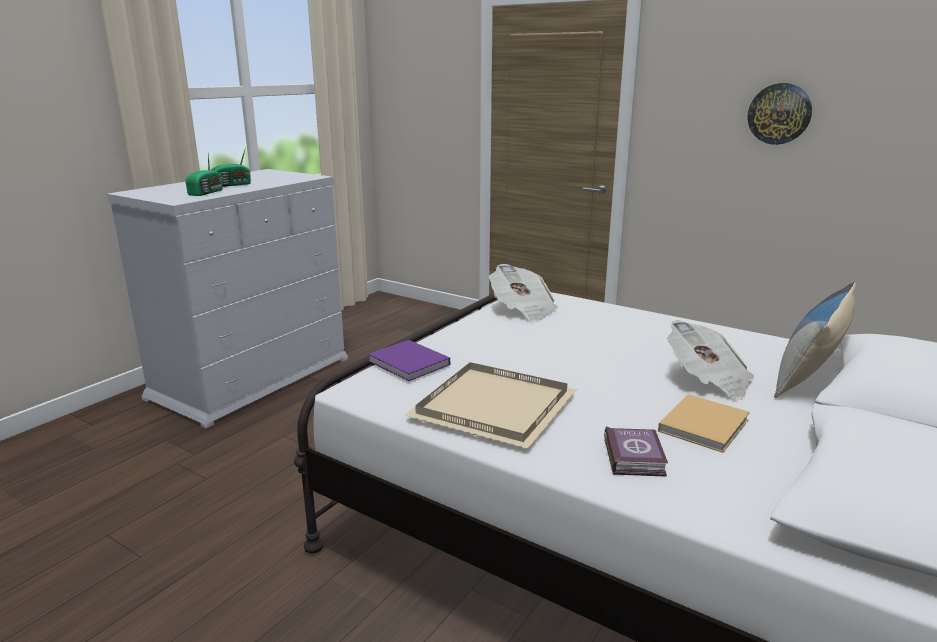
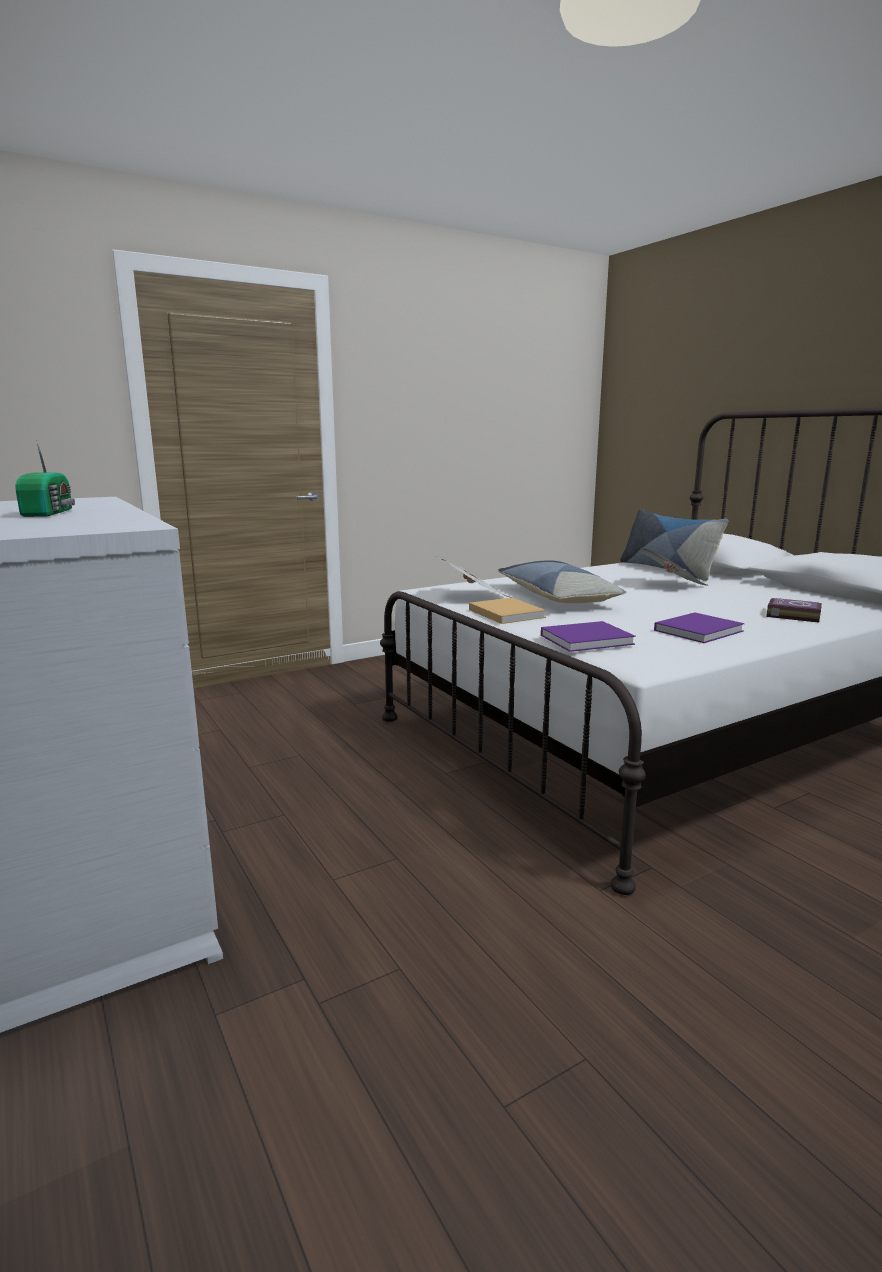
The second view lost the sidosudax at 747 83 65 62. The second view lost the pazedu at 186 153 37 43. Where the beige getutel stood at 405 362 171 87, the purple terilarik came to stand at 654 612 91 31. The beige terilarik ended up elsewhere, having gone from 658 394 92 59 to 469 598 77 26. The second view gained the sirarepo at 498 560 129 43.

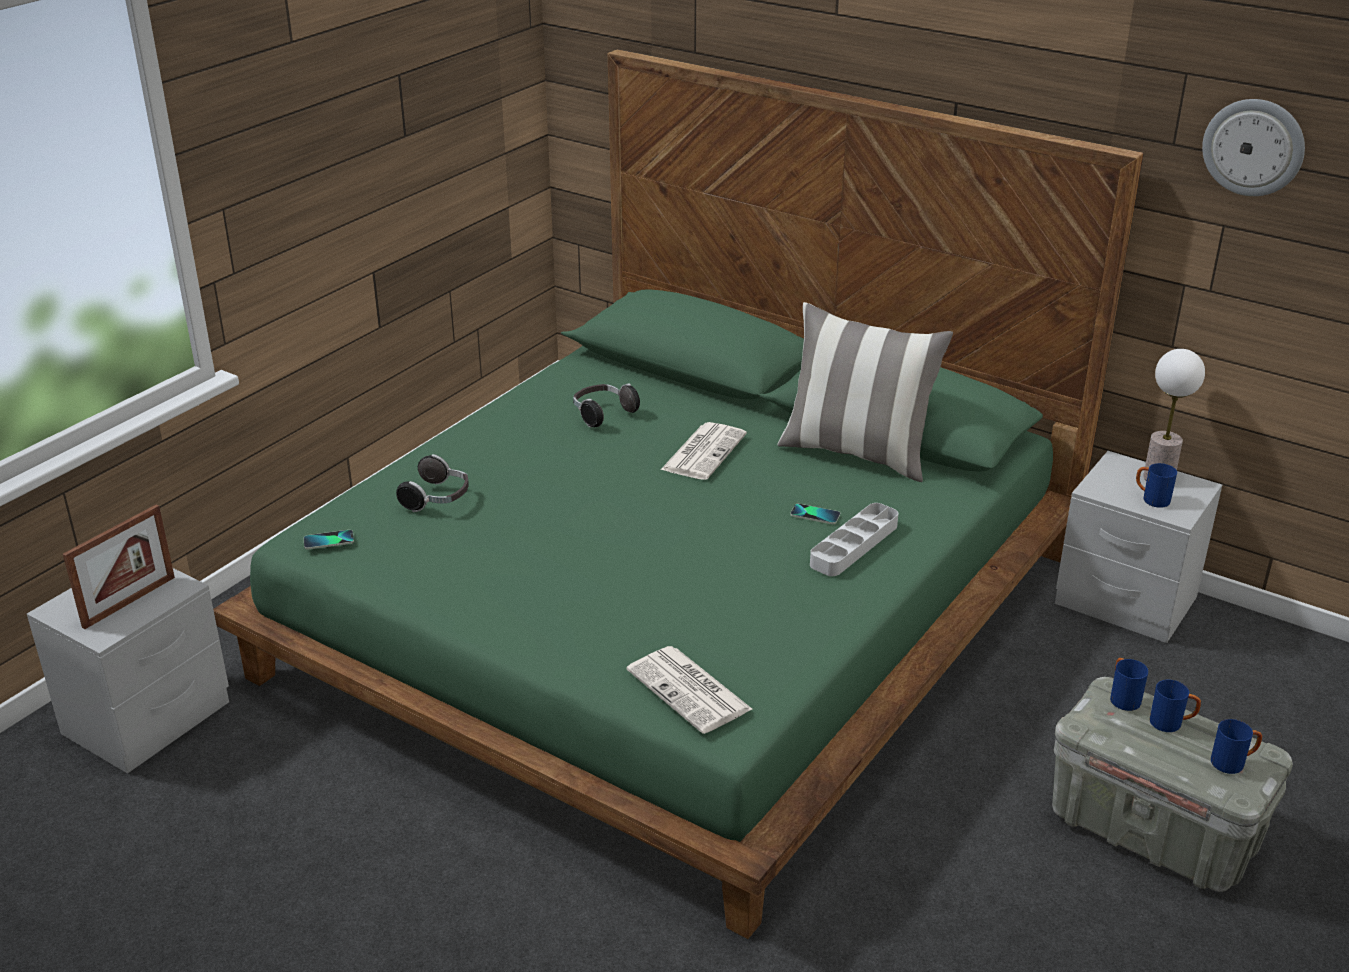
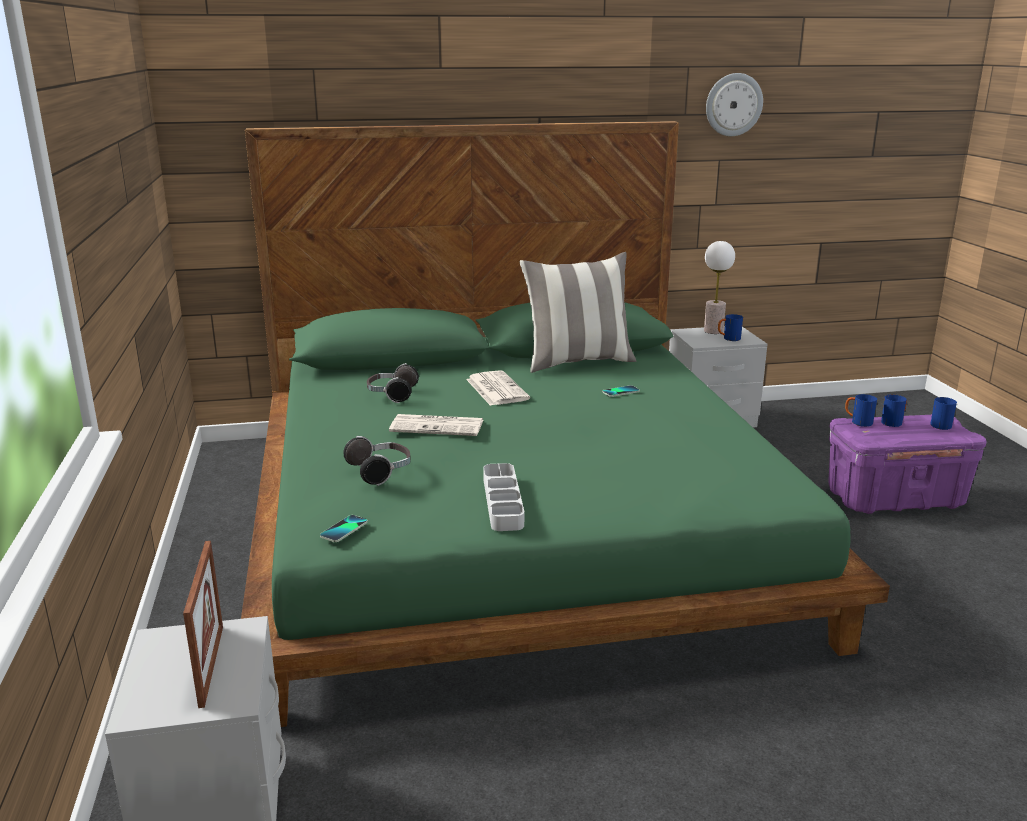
The grey getutel ended up elsewhere, having gone from 810 503 88 73 to 483 463 41 68. The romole ended up elsewhere, having gone from 626 646 126 88 to 389 414 94 22. What was the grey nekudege at 1052 677 241 215 turned into the purple nekudege at 828 415 159 99.

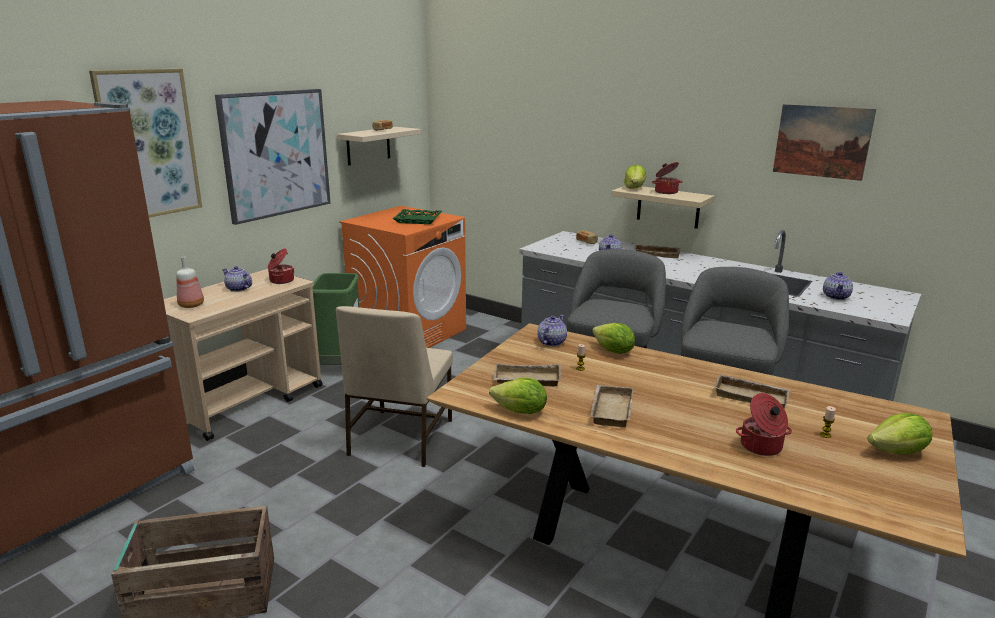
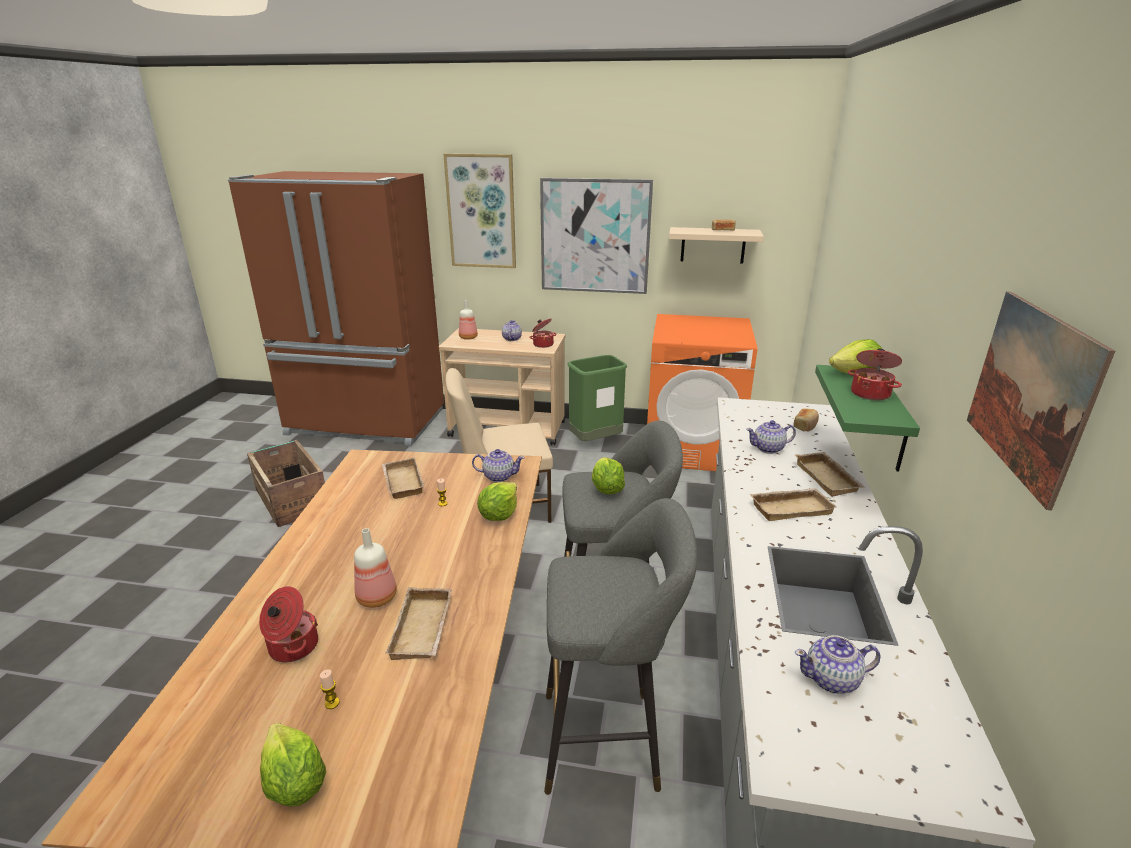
What was the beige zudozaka at 611 186 104 43 turned into the green zudozaka at 815 365 105 107. The second view lost the green getutel at 393 209 49 15. The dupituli ended up elsewhere, having gone from 489 378 58 36 to 592 457 33 38. The beige getutel ended up elsewhere, having gone from 590 385 43 42 to 750 488 87 33. The second view gained the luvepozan at 354 528 43 80.

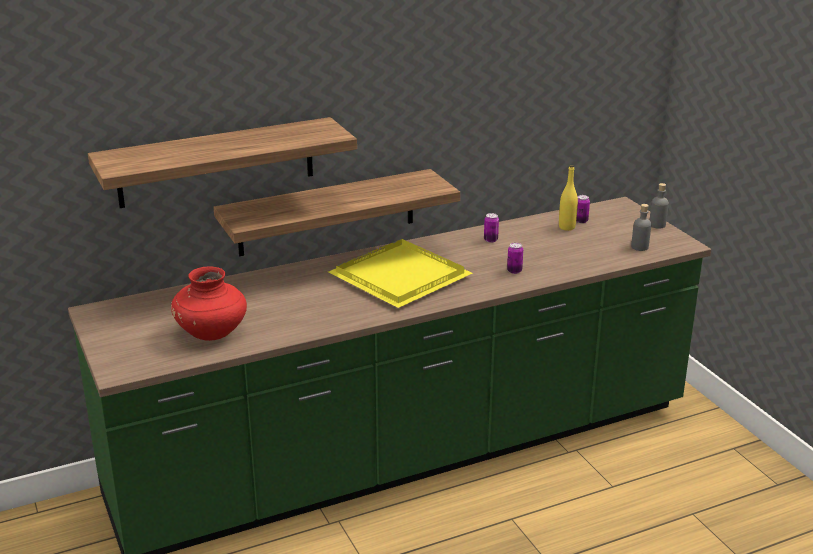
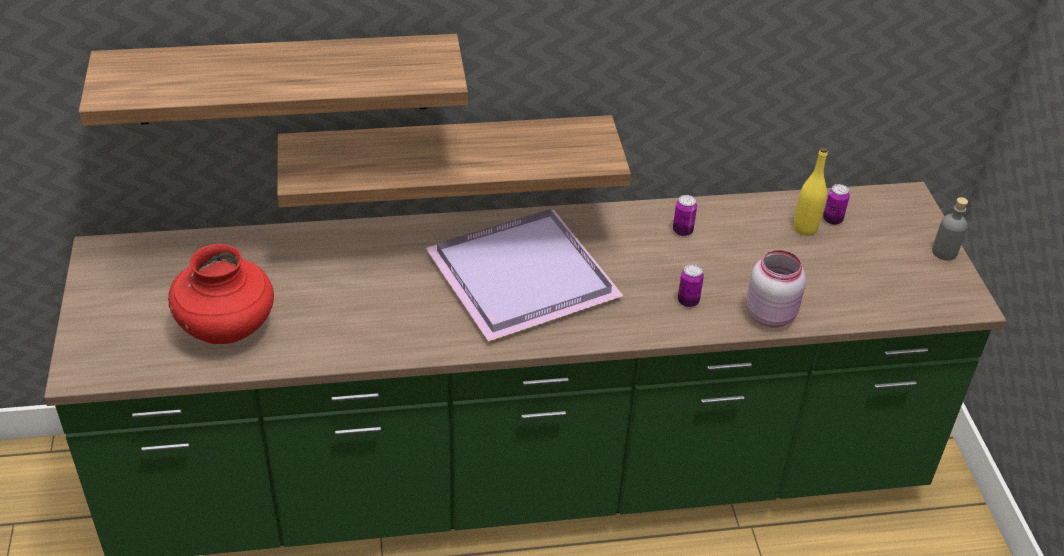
The second view lost the grey luvepozan at 631 204 20 47. What was the yellow getutel at 328 239 145 69 turned into the purple getutel at 426 209 197 132. The second view gained the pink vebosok at 746 250 60 78.

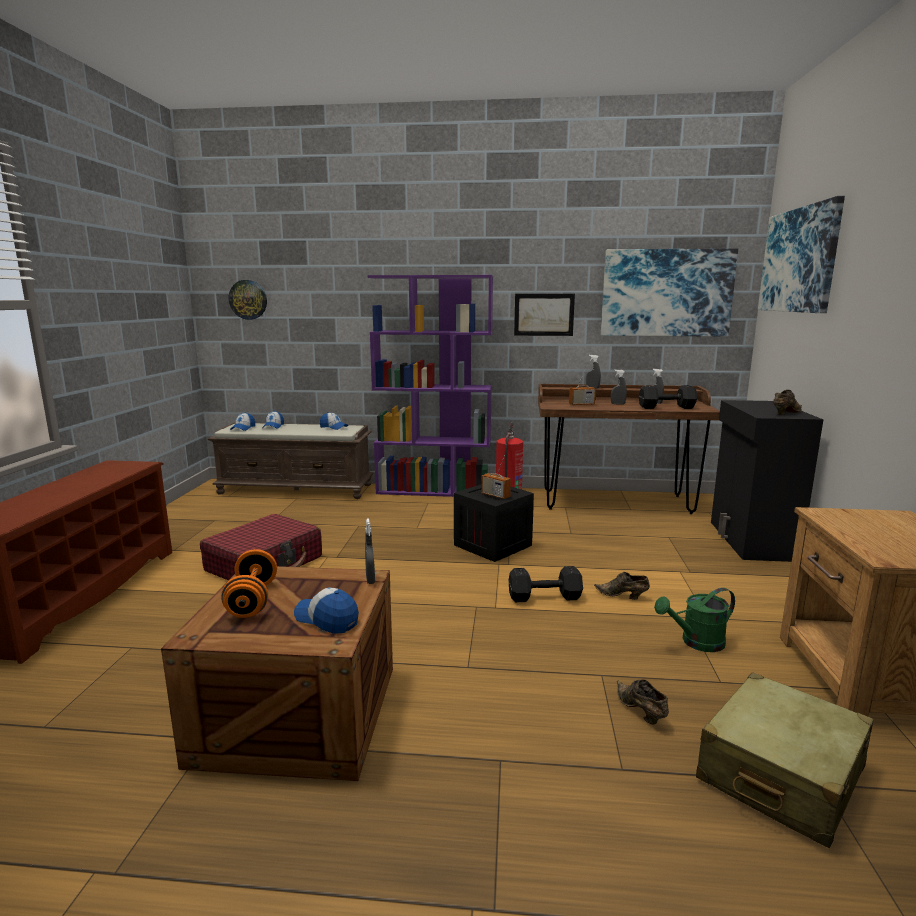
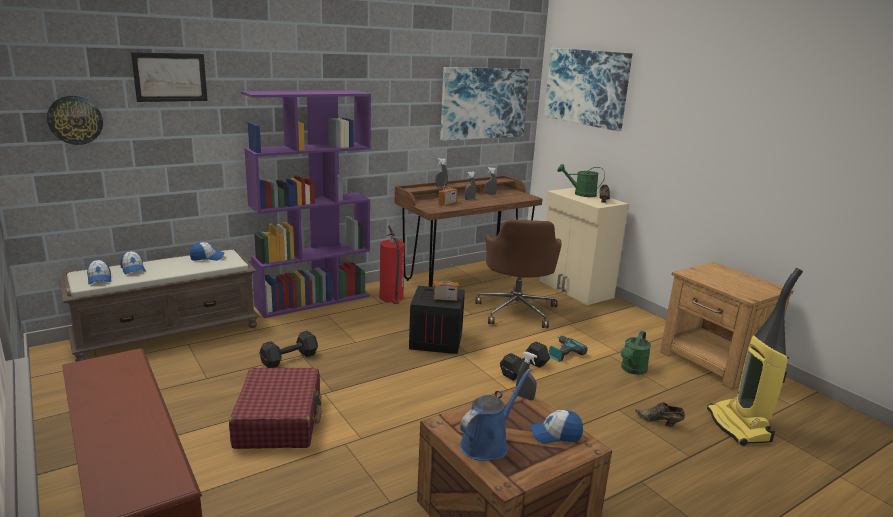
The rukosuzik ended up elsewhere, having gone from 514 294 61 42 to 131 52 77 50. The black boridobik ended up elsewhere, having gone from 639 385 58 24 to 259 331 59 37. What was the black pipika at 711 400 112 162 turned into the beige pipika at 539 188 90 117. Where the orange boridobik stood at 221 549 56 69, the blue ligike came to stand at 460 369 71 92. Where the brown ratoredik stood at 594 572 56 28, the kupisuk came to stand at 549 336 39 26. Where the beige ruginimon stood at 696 672 177 176, the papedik came to stand at 707 268 96 178. The second view gained the green ligike at 557 164 48 33. The second view gained the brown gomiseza at 476 219 86 109.

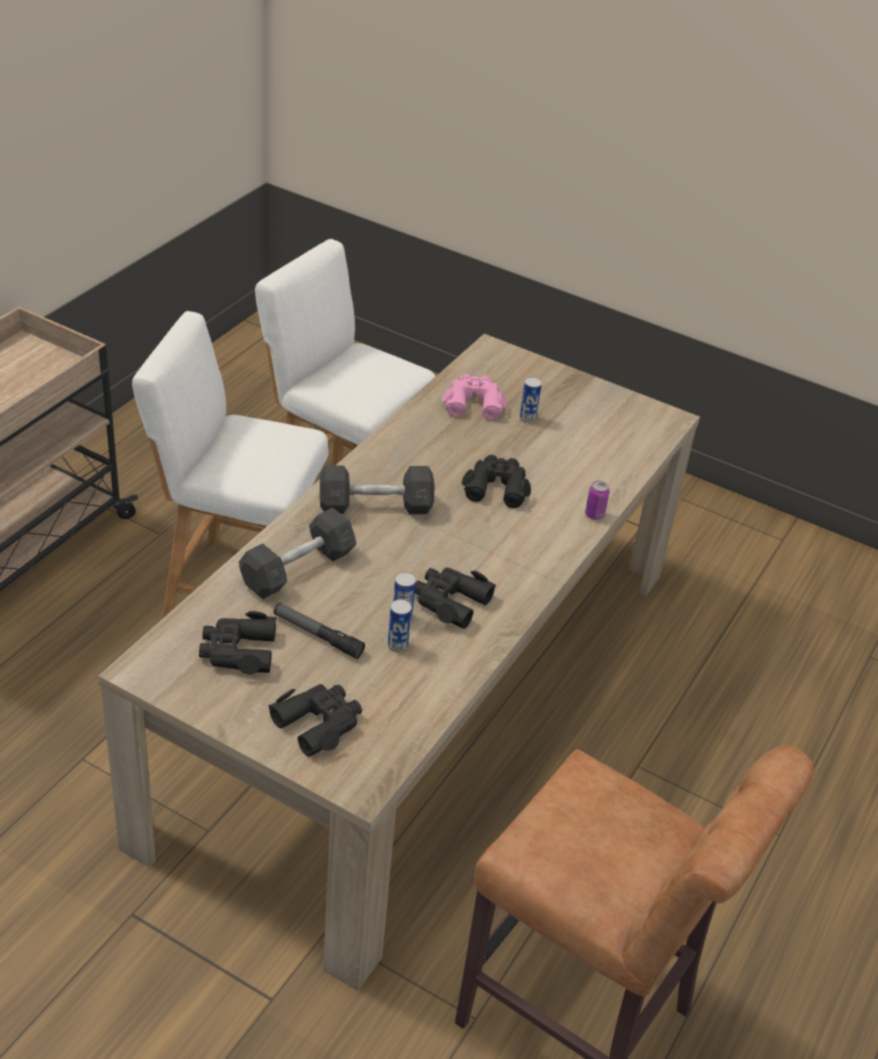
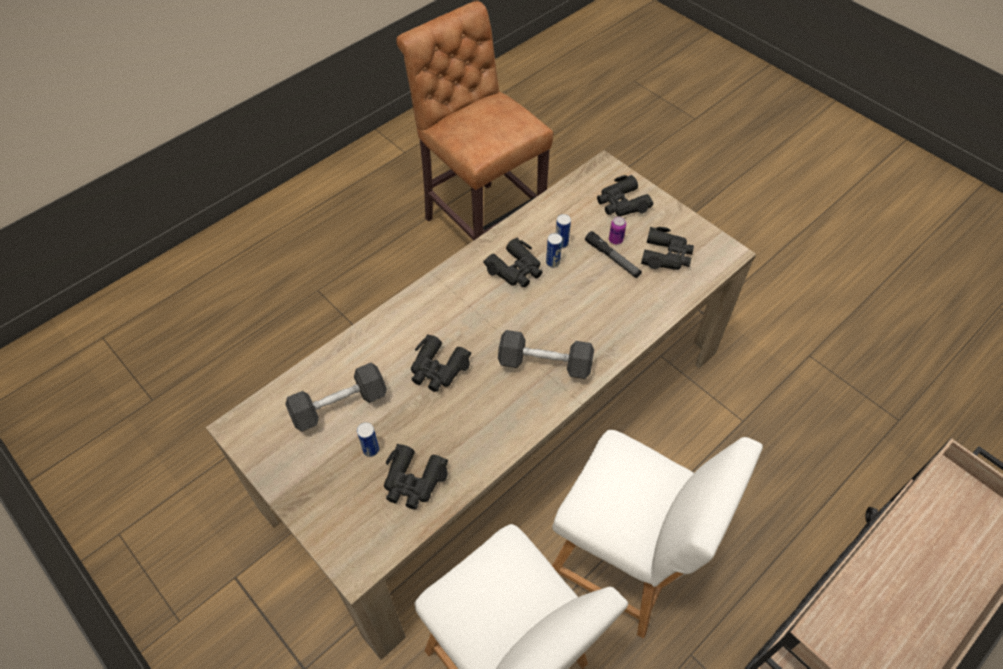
What was the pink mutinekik at 442 374 65 46 turned into the black mutinekik at 384 444 64 65. The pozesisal ended up elsewhere, having gone from 585 481 25 39 to 609 216 17 29. The grey boridobik ended up elsewhere, having gone from 239 507 117 92 to 285 363 102 68.

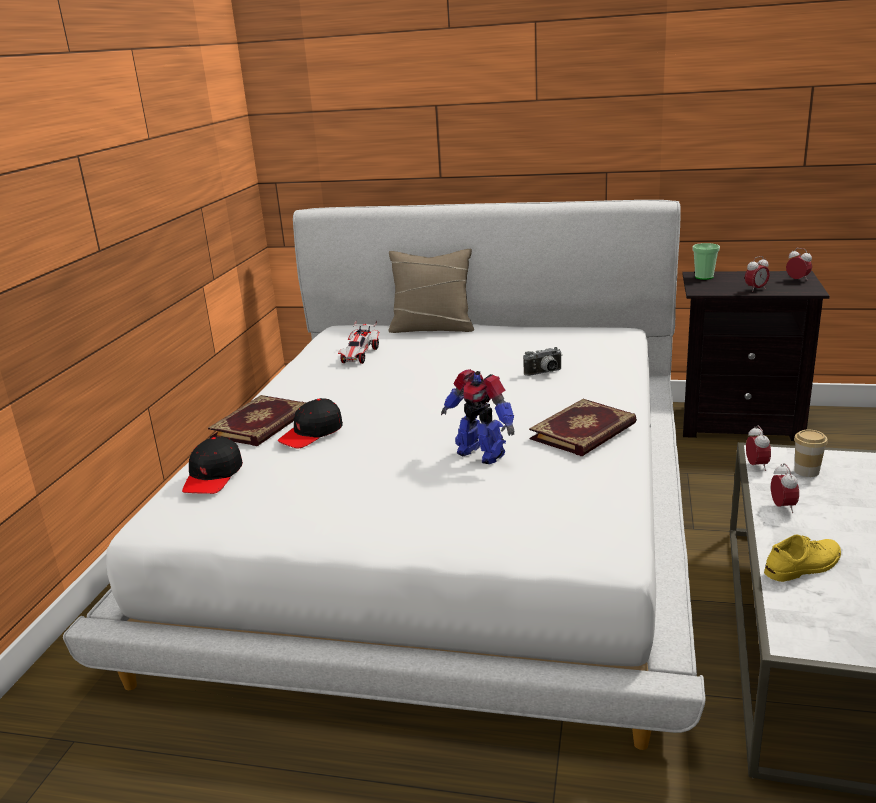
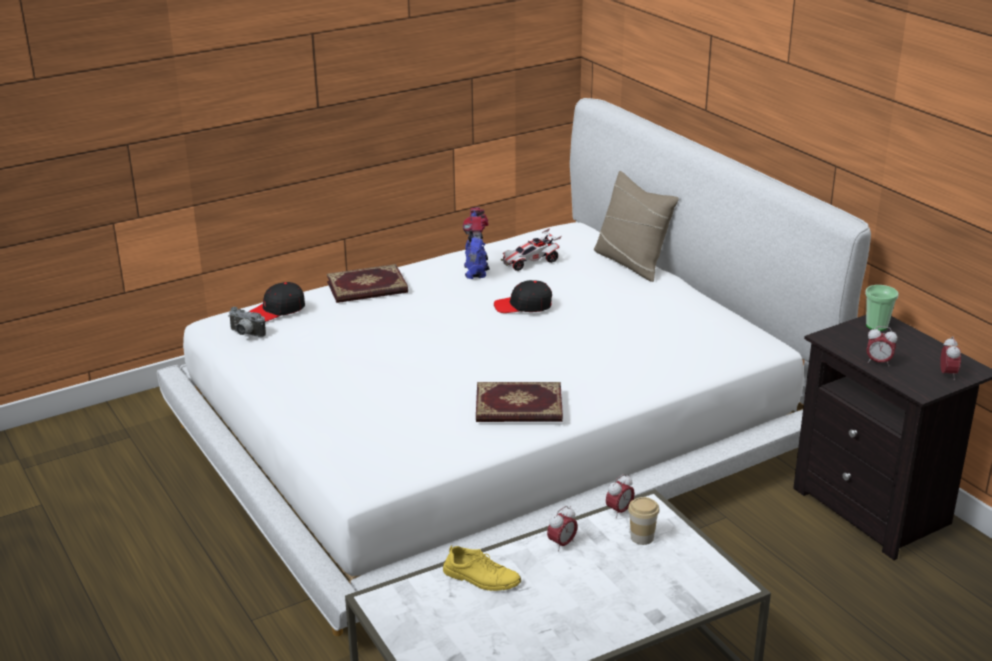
The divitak ended up elsewhere, having gone from 523 347 39 29 to 229 307 37 30. The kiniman ended up elsewhere, having gone from 441 369 73 95 to 462 207 28 72. The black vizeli ended up elsewhere, having gone from 278 398 65 51 to 494 280 58 33.

